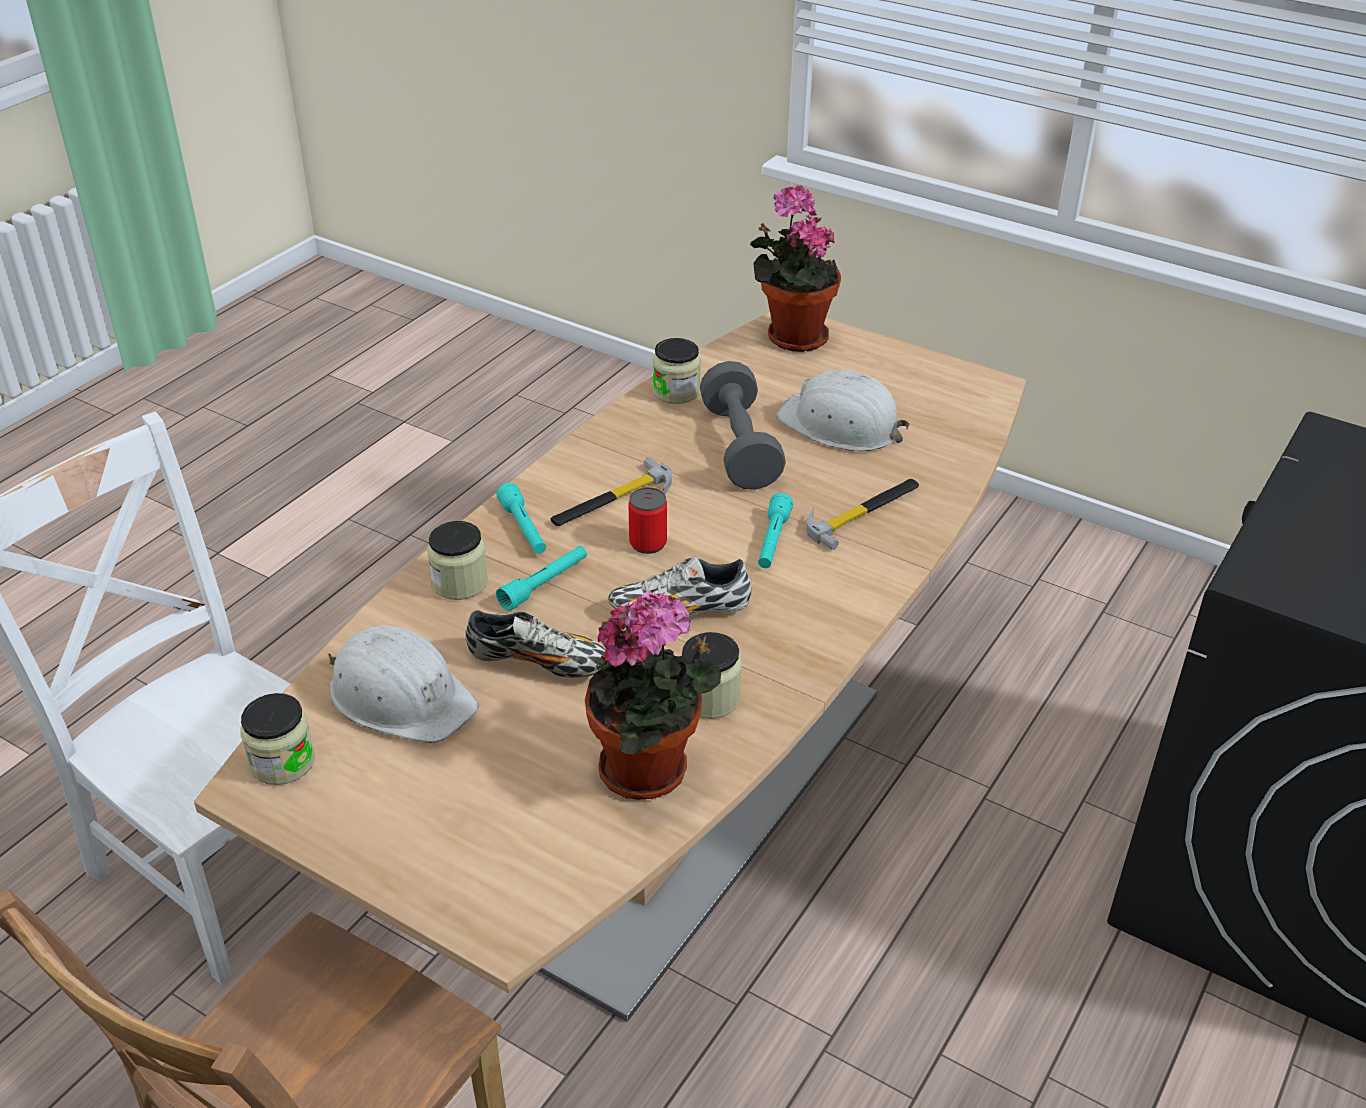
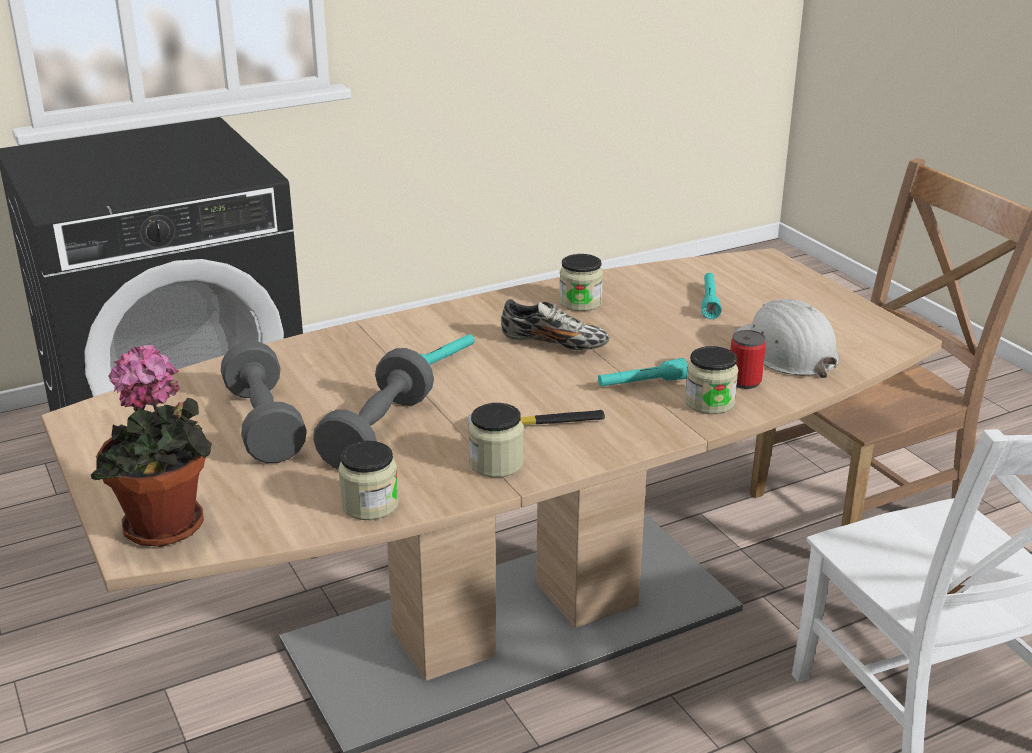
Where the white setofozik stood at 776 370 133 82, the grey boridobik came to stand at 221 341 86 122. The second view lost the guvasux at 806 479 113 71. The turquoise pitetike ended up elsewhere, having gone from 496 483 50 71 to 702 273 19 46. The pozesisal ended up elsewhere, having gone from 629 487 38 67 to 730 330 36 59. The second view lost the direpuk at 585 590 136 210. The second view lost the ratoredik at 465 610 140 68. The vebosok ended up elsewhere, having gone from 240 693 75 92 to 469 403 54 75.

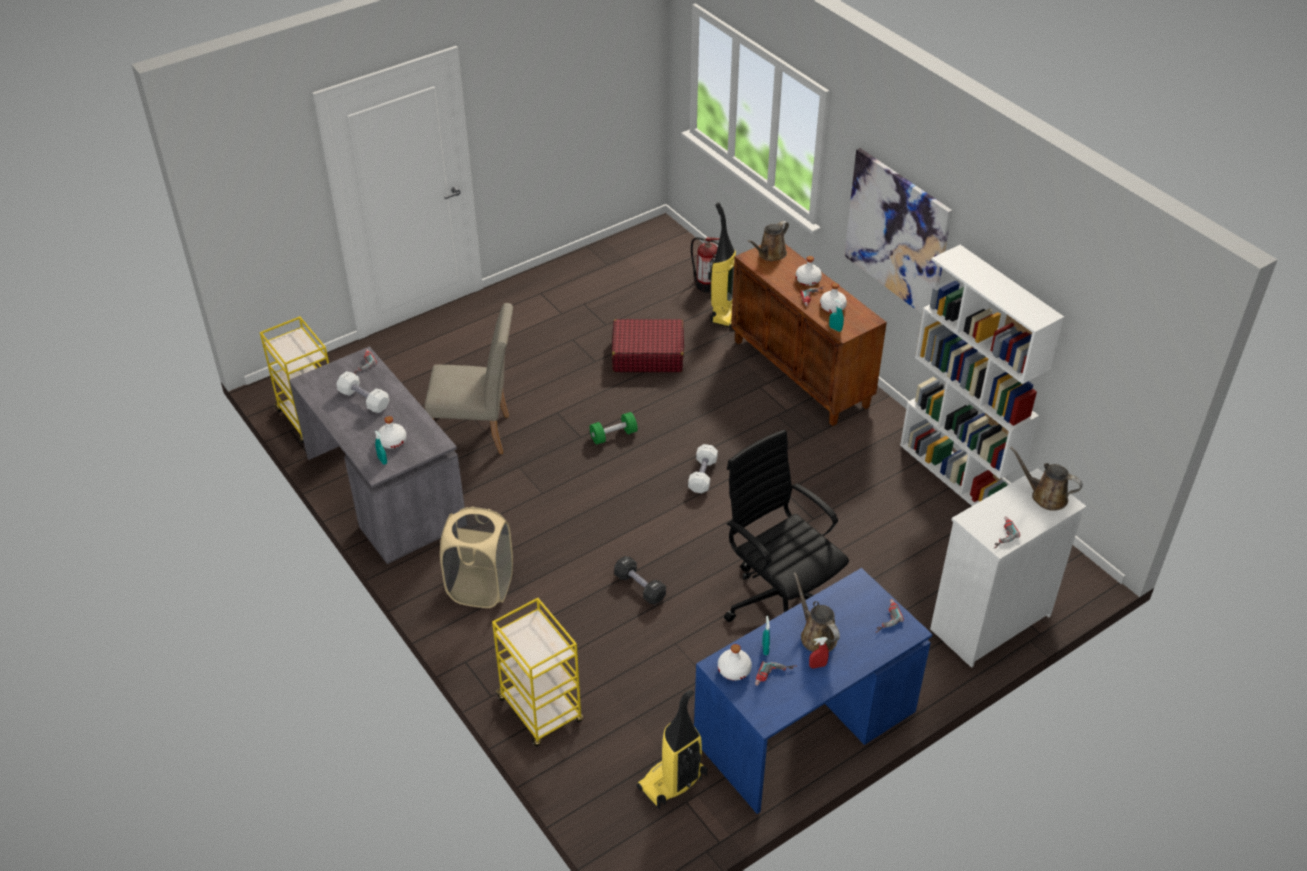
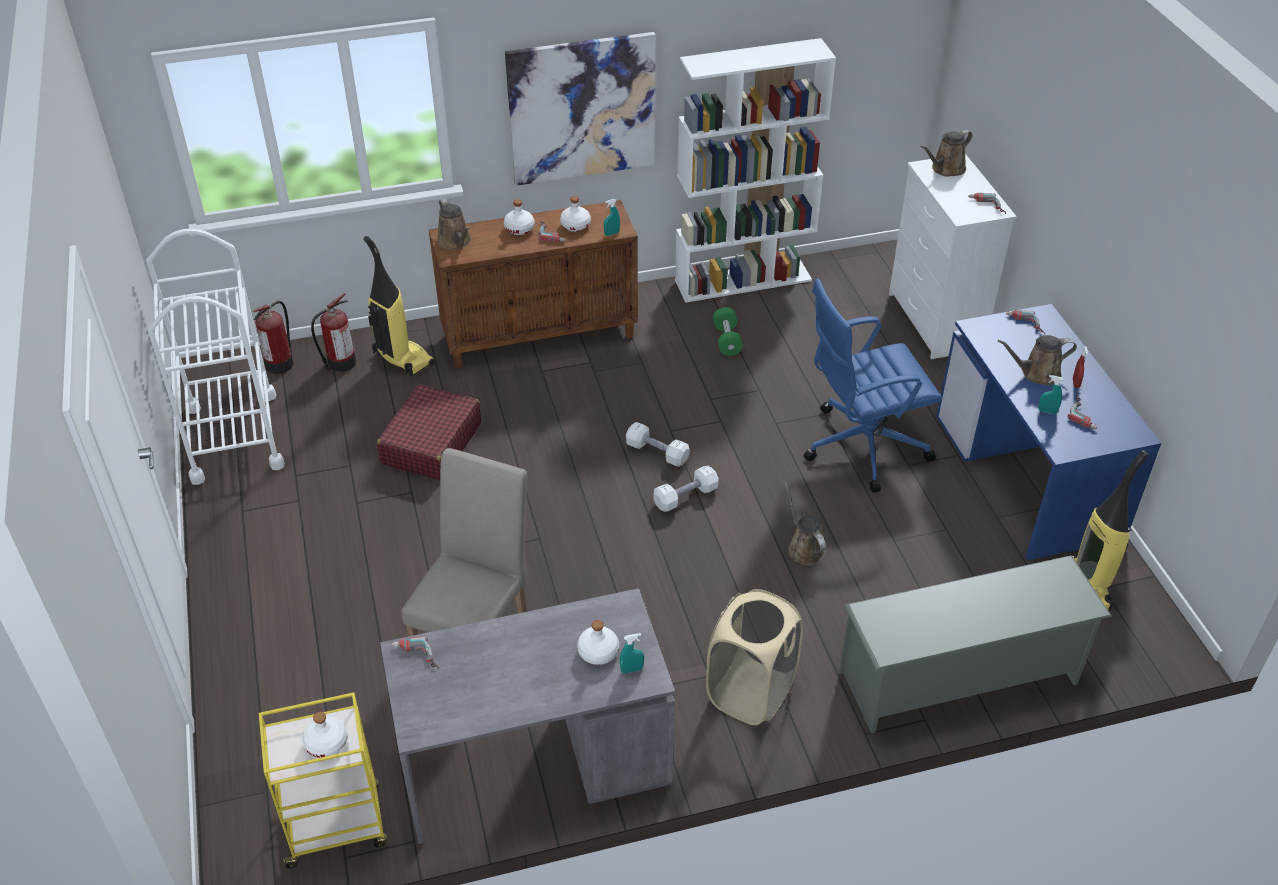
The white boridobik ended up elsewhere, having gone from 336 371 53 42 to 653 466 66 46. The green boridobik ended up elsewhere, having gone from 590 412 48 33 to 713 307 30 49. What was the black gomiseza at 724 430 125 192 turned into the blue gomiseza at 804 278 138 215. Where the black boridobik stood at 614 556 52 48, the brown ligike came to stand at 784 482 42 83. Where the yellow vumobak stood at 492 598 91 149, the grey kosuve came to stand at 839 555 273 179. The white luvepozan ended up elsewhere, having gone from 718 644 34 37 to 302 712 46 46. The second view gained the white vumobak at 146 229 139 256. The second view gained the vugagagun at 252 301 42 73.

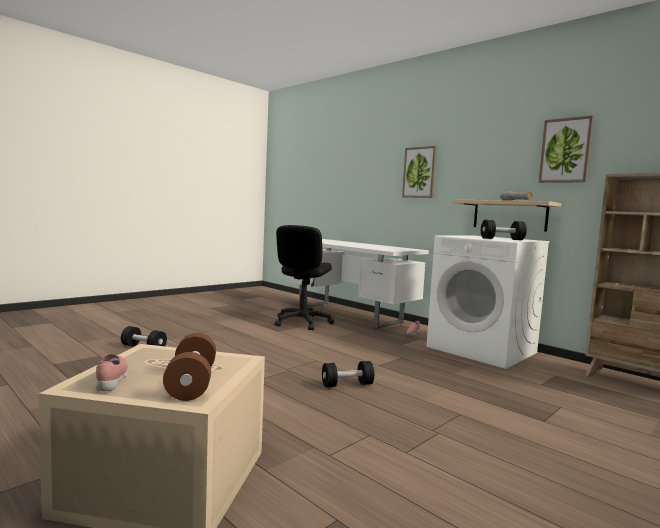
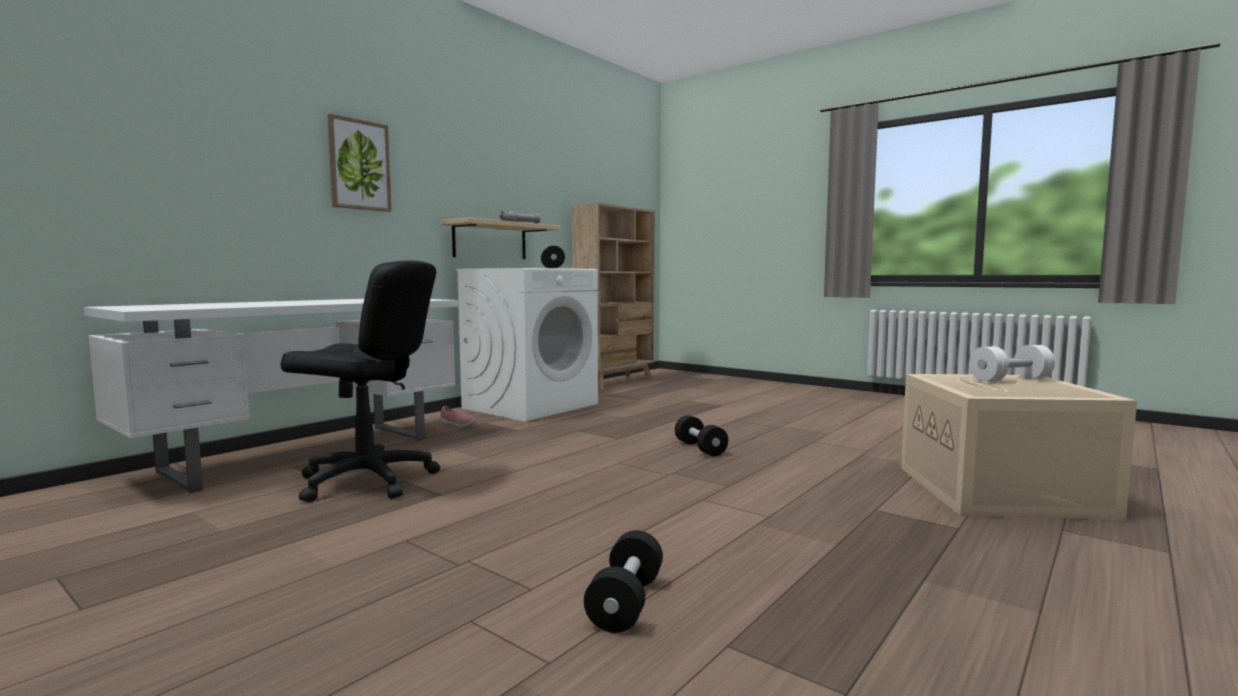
The second view lost the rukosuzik at 539 115 55 68. What was the brown boridobik at 163 333 53 68 turned into the white boridobik at 969 345 86 36. The second view lost the pink ratoredik at 96 354 32 37.

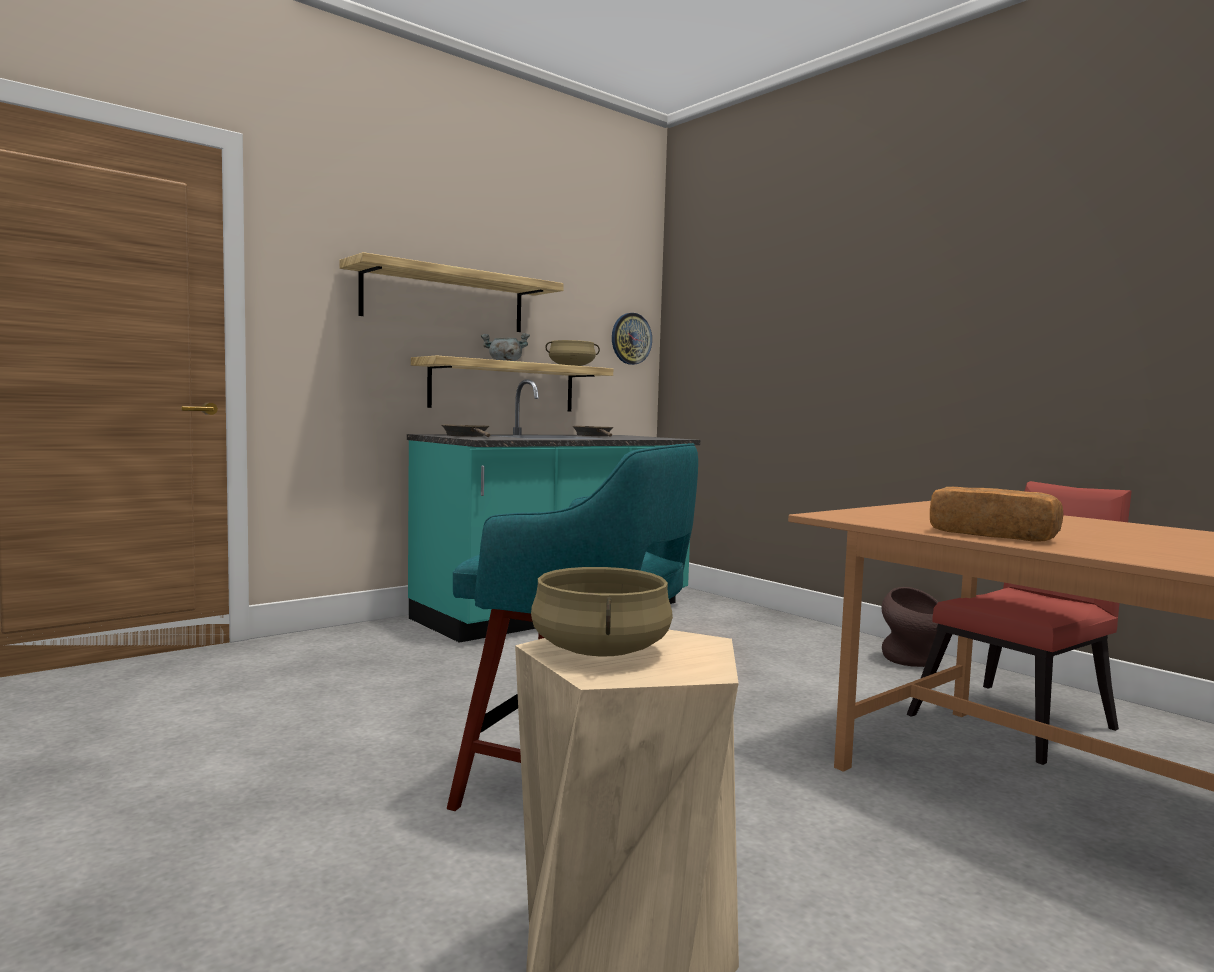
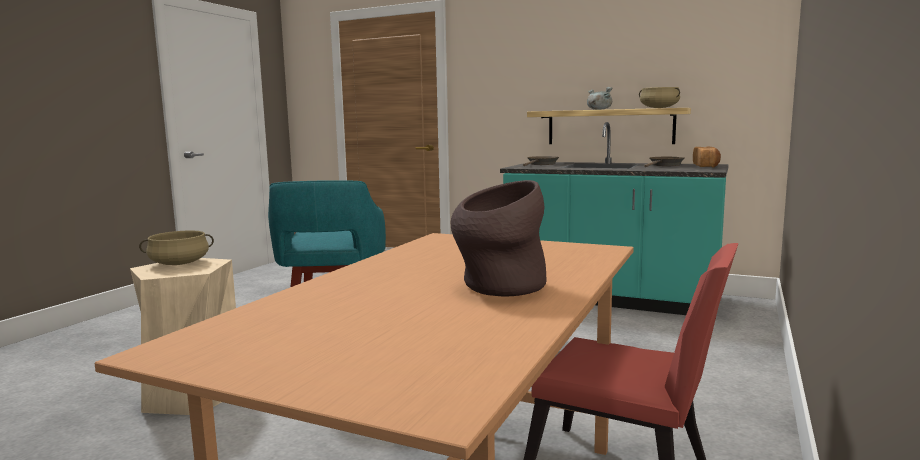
The second view lost the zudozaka at 339 252 225 80. The second view lost the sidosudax at 612 313 40 52. The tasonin ended up elsewhere, having gone from 930 487 133 54 to 693 147 28 20. The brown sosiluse ended up elsewhere, having gone from 882 587 56 80 to 451 180 96 116.

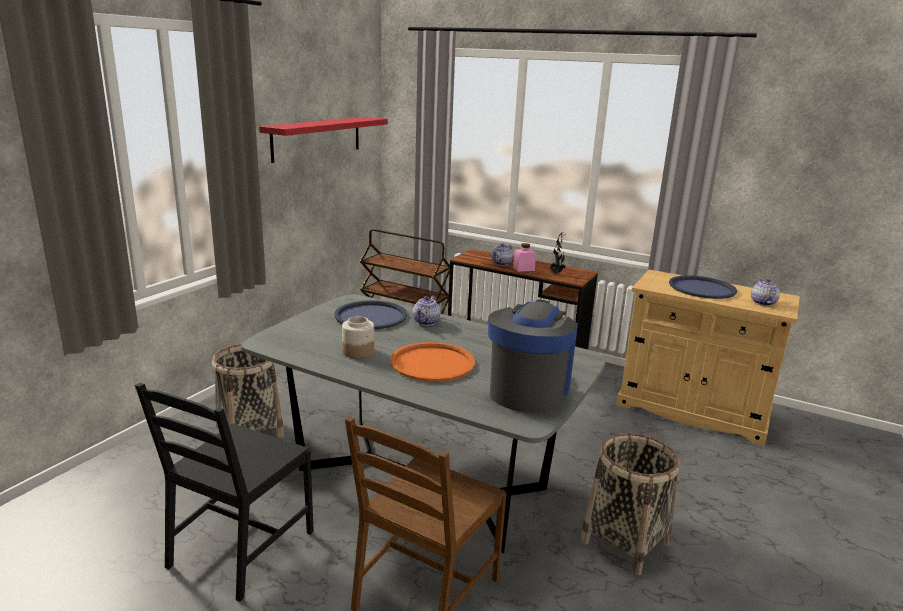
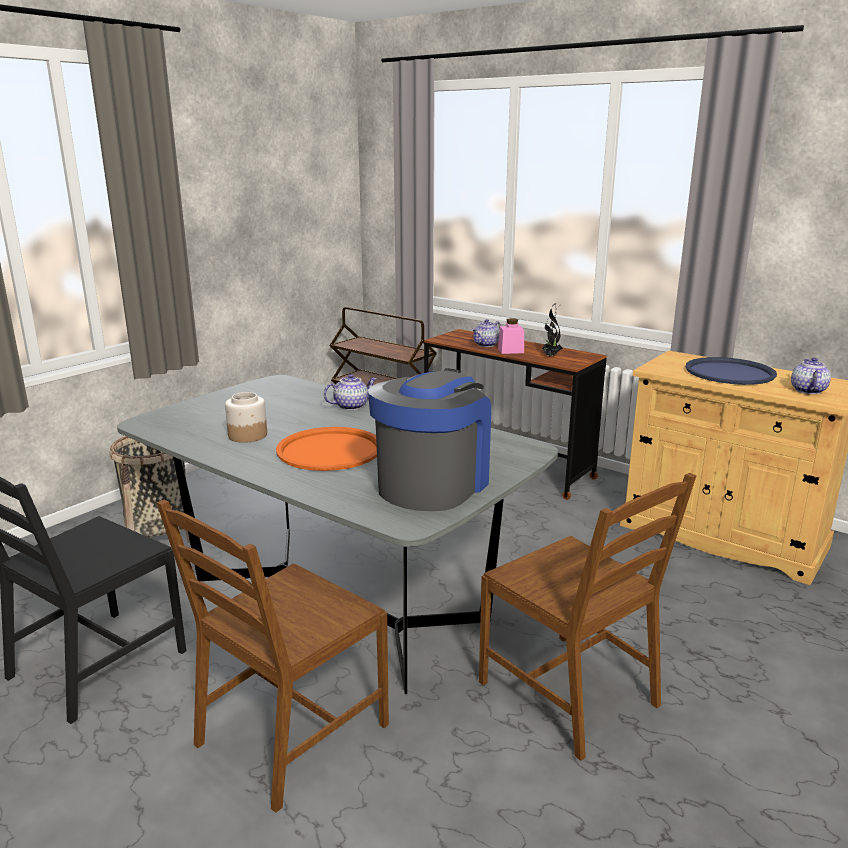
The second view lost the red zudozaka at 259 117 129 46. The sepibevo at 413 296 28 30 ended up facing another way, 150 degrees counterclockwise from before. The second view lost the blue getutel at 334 300 73 29. Where the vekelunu stood at 580 433 100 143, the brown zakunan came to stand at 479 473 217 288.

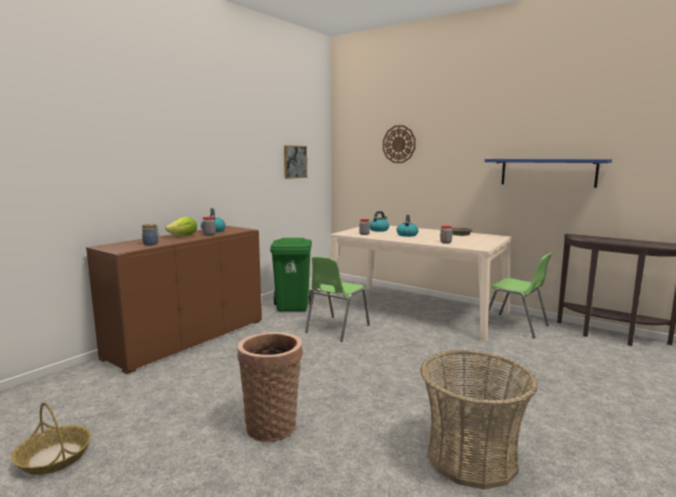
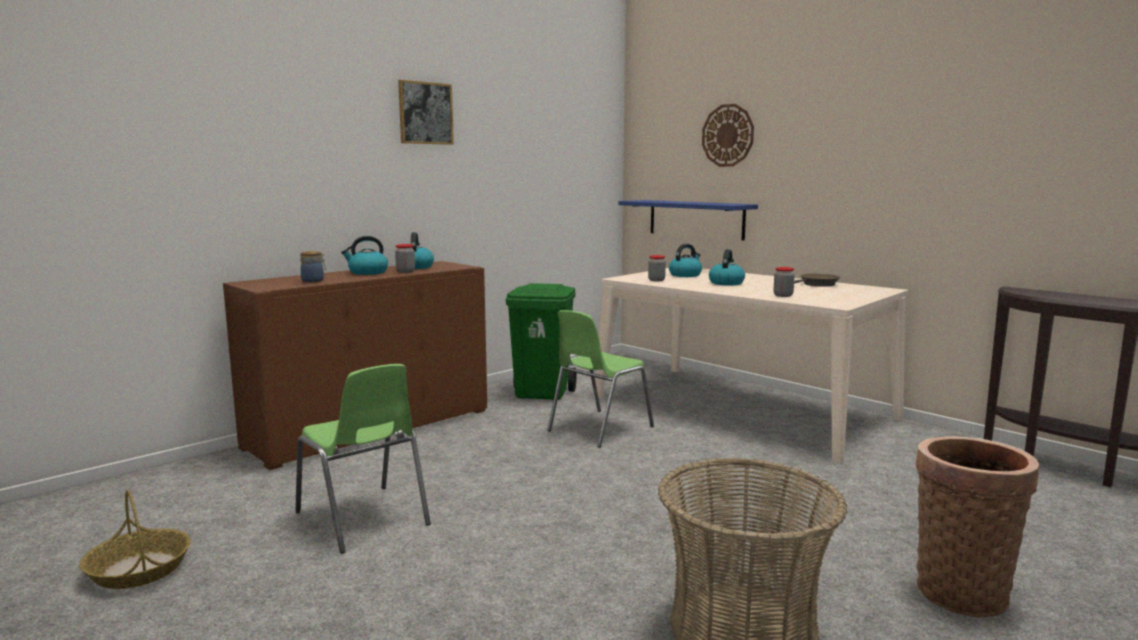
The rukosuzik ended up elsewhere, having gone from 284 145 23 34 to 398 80 56 65. The blue zudozaka ended up elsewhere, having gone from 485 159 127 29 to 618 200 140 41. Where the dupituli stood at 165 217 32 19, the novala came to stand at 341 236 47 39. The green zakunan ended up elsewhere, having gone from 488 253 64 85 to 295 364 136 190. The vekelunu ended up elsewhere, having gone from 238 332 65 110 to 916 436 123 182.

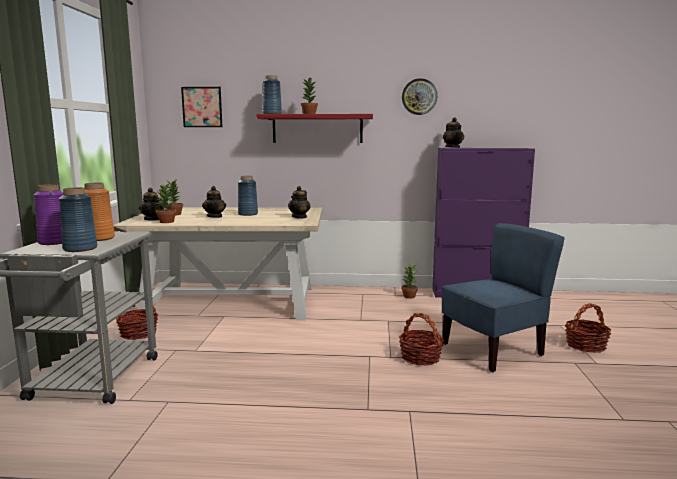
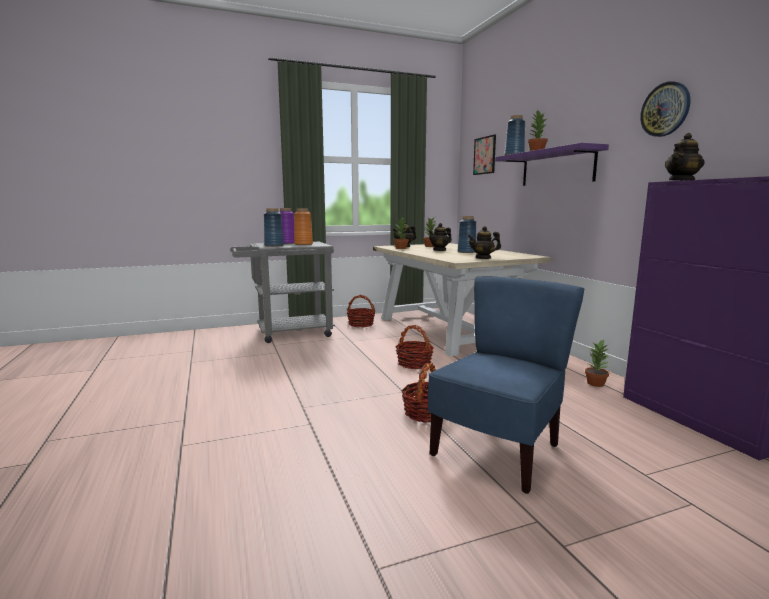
What was the red zudozaka at 256 114 117 29 turned into the purple zudozaka at 495 143 114 43. The blue zakunan at 442 223 123 149 ended up facing another way, 90 degrees counterclockwise from before. The vekelunu ended up elsewhere, having gone from 565 303 46 50 to 395 325 39 44.

